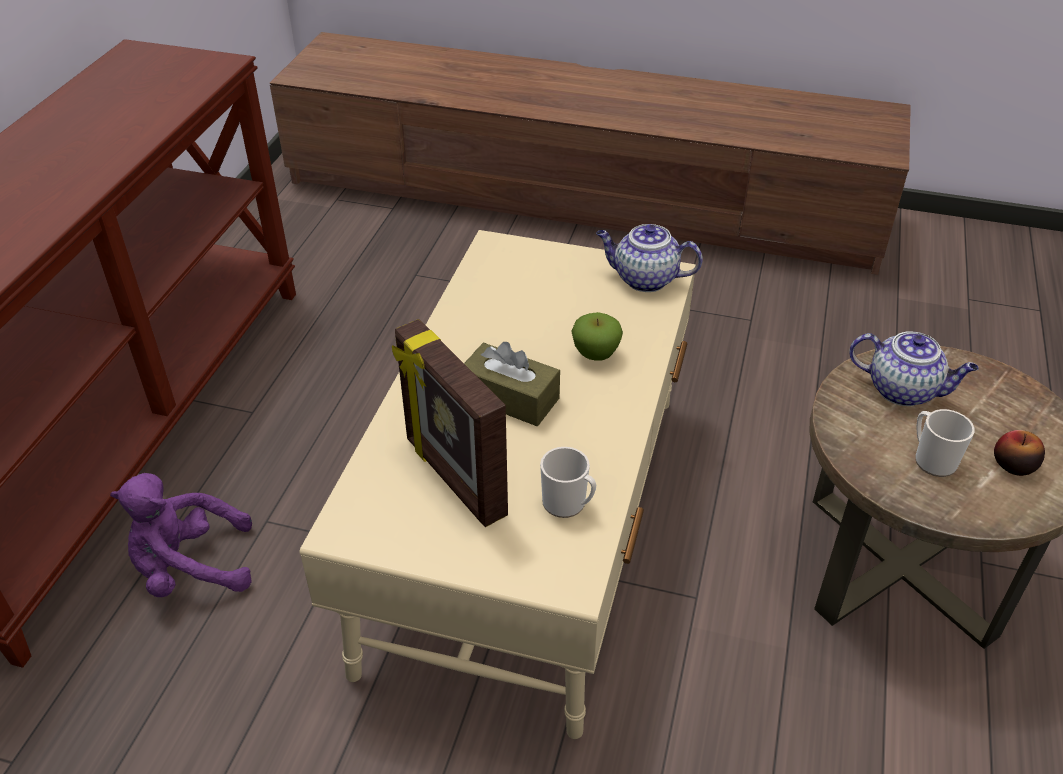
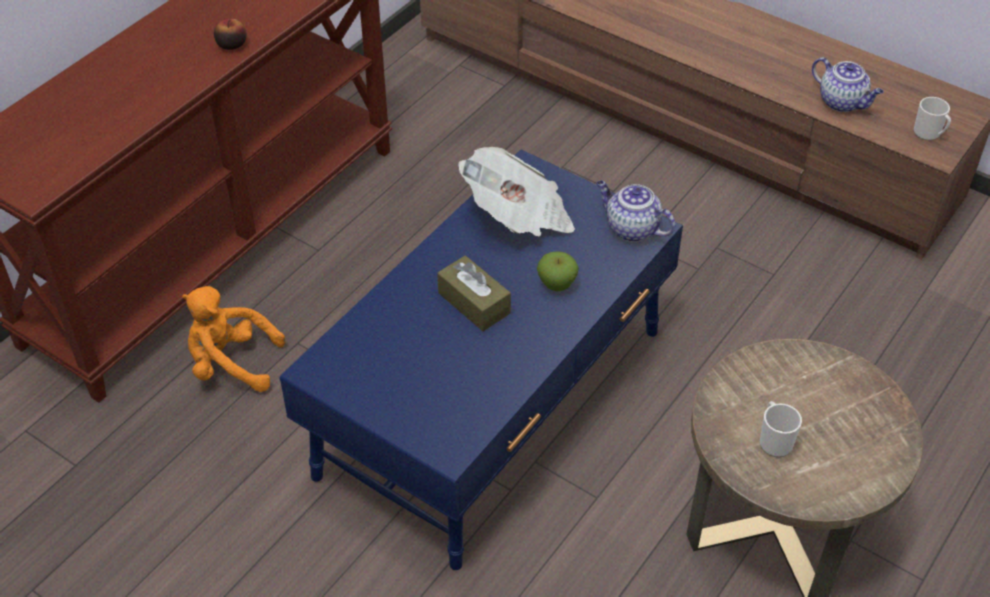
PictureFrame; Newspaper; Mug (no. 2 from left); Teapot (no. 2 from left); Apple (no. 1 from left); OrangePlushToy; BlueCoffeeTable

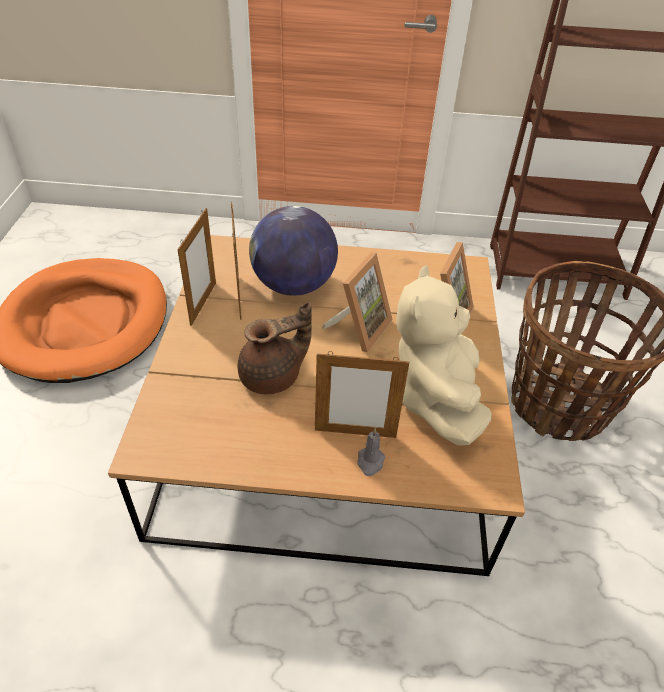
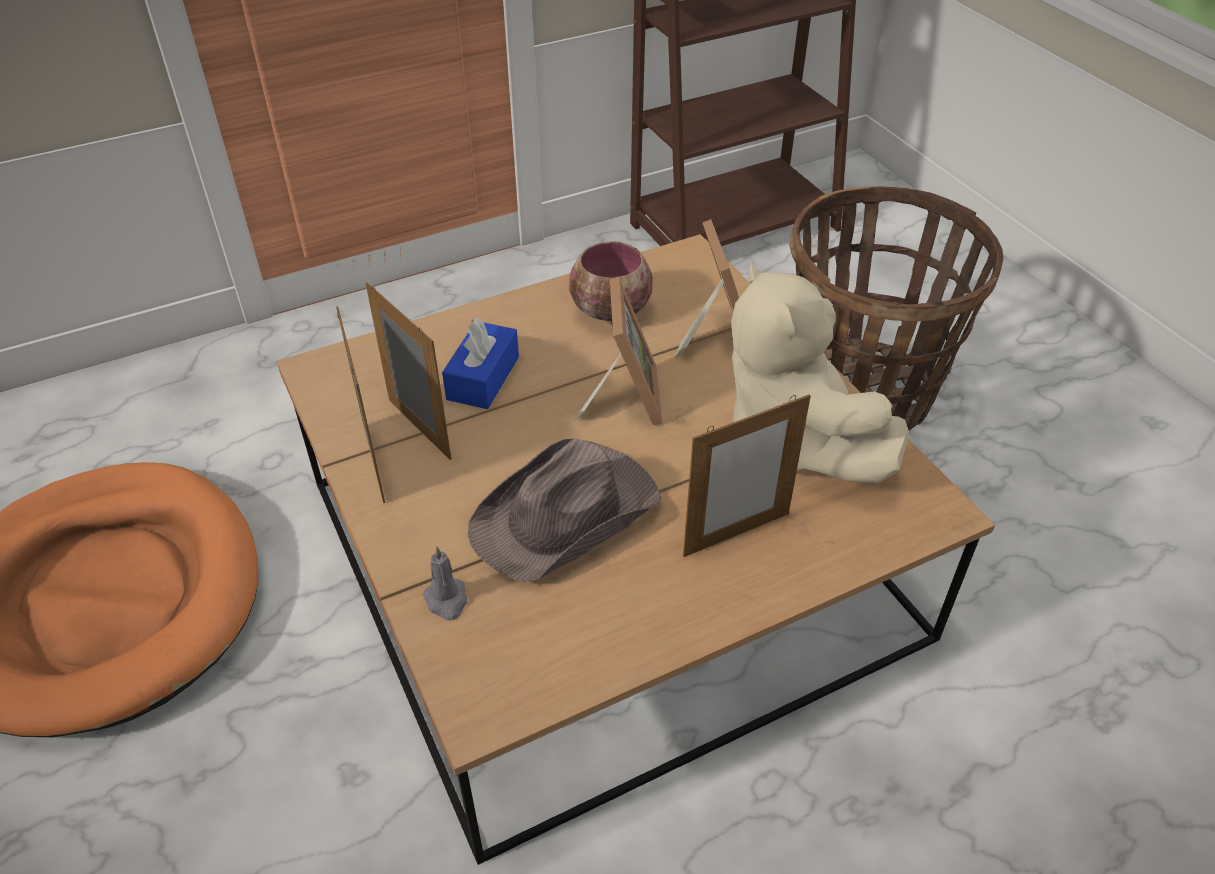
Bowl; GreyCandle; BrownHat; BlueTissueBox

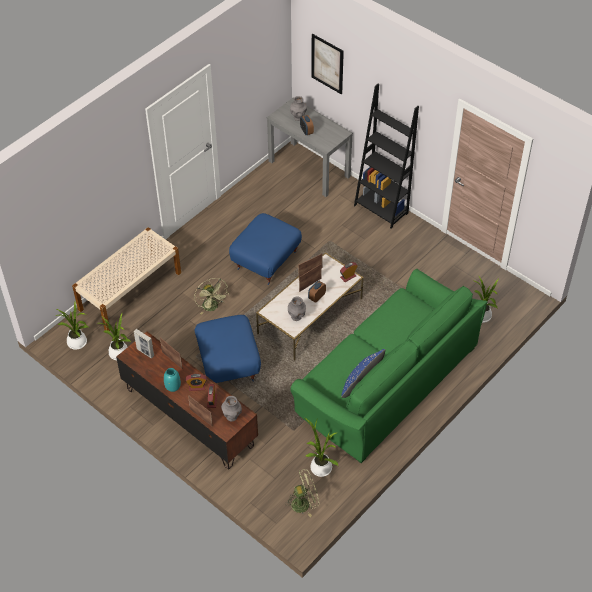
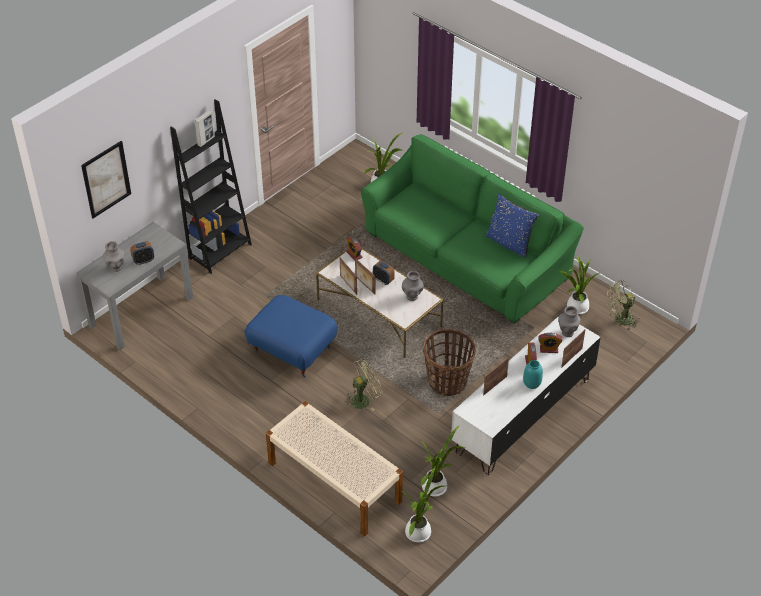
PictureFrame (no. 1 from left); Basket; WhiteTvStand; GreenFan (no. 2 from left)

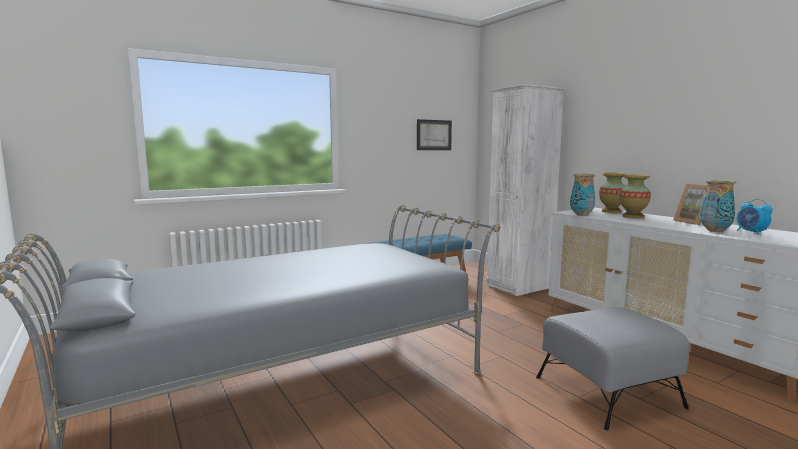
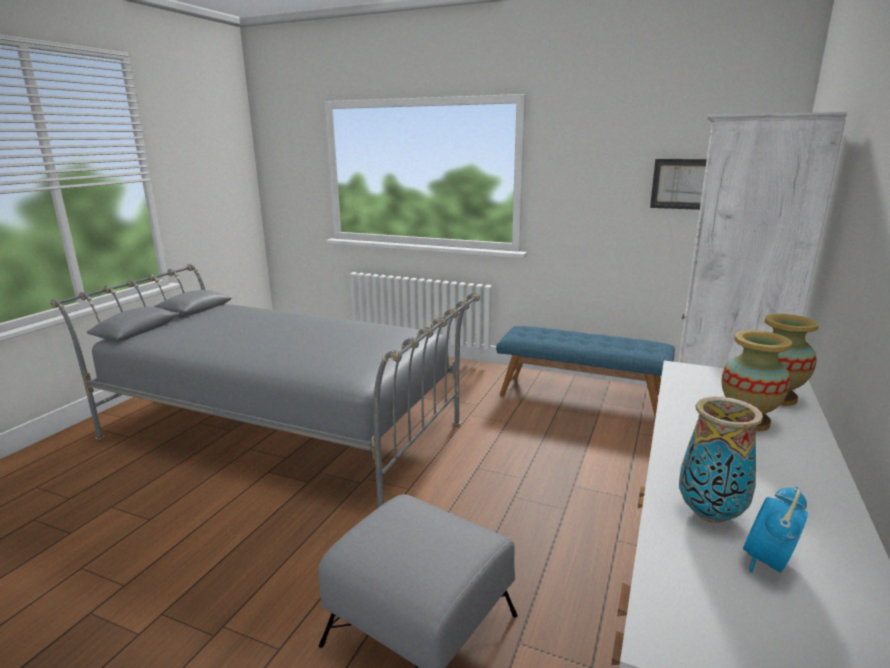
Vase (no. 1 from left in the first image); PictureFrame

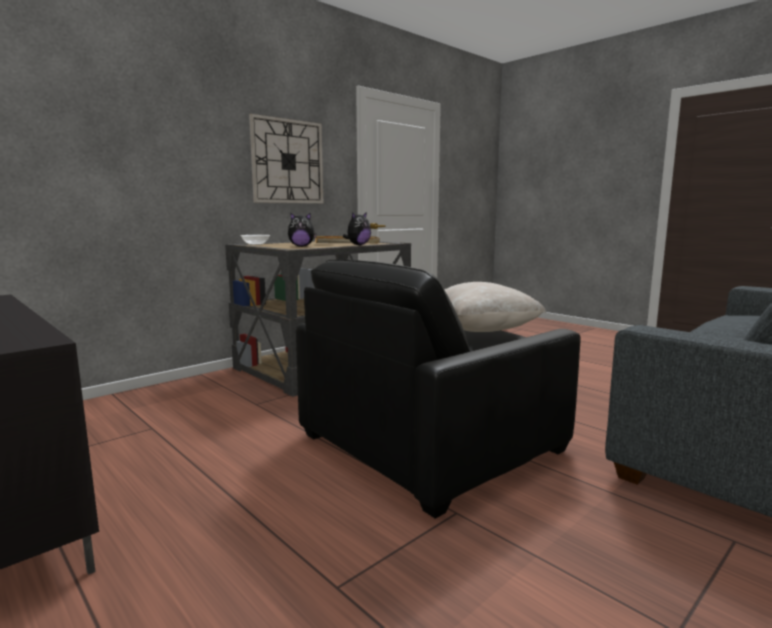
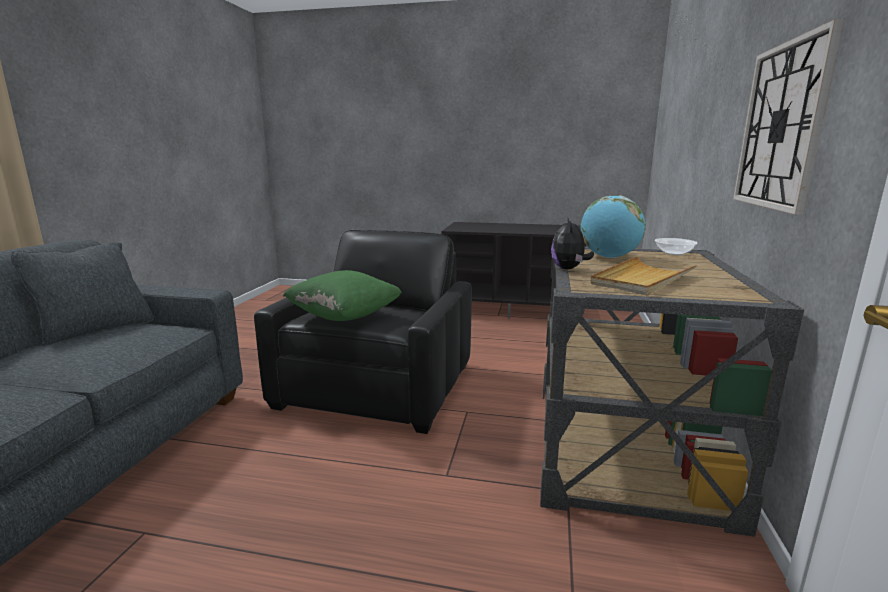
Globe; GreenPillow

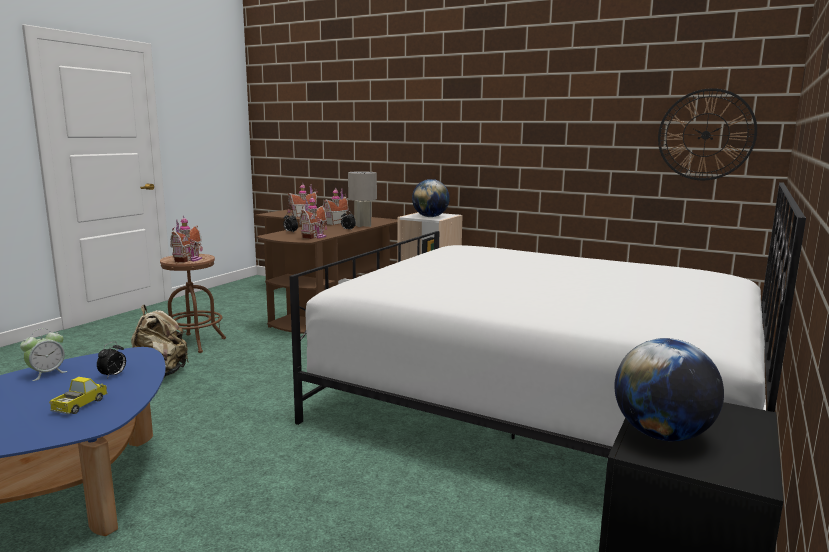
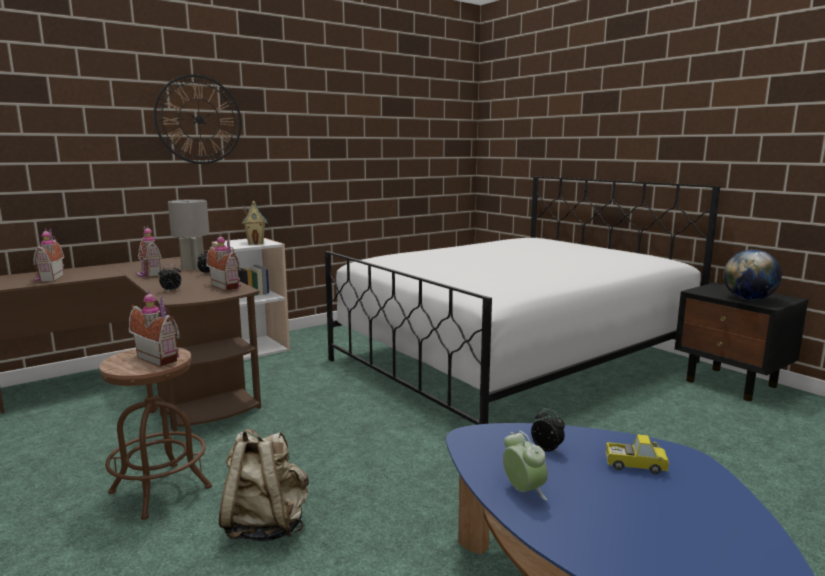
WallClock; ToyHouse (no. 5 from left); ToyTruck

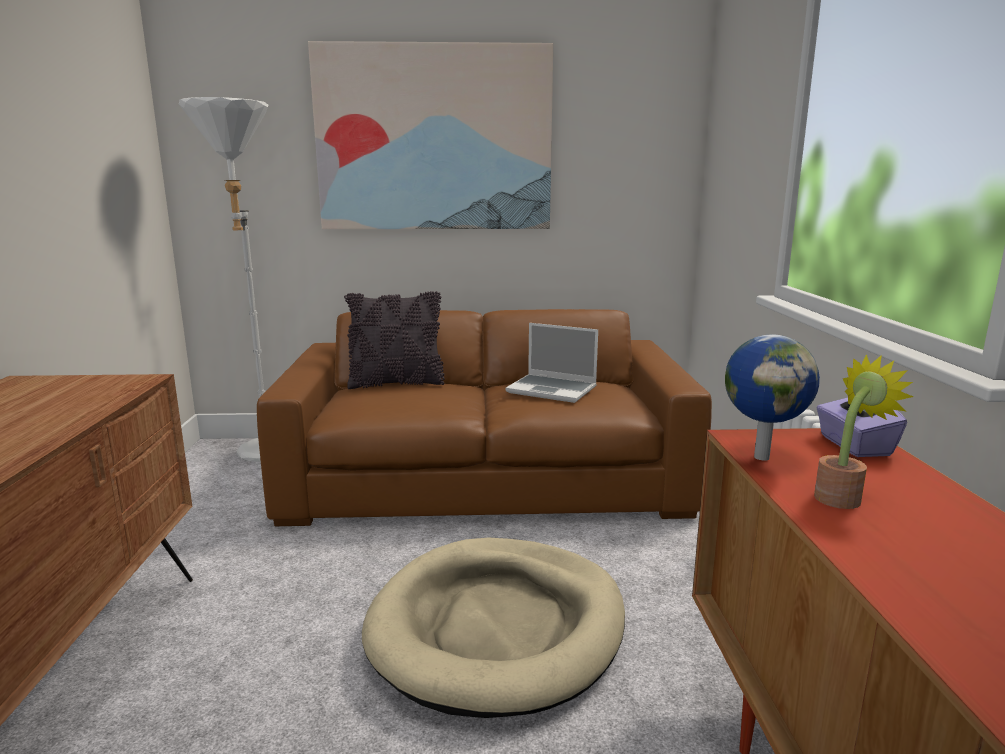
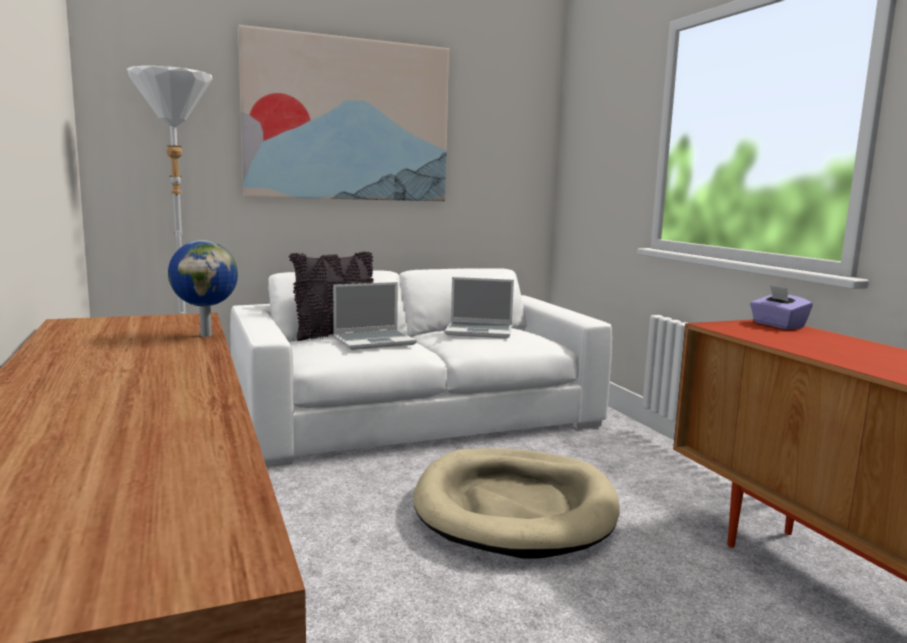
PottedPlant; Laptop (no. 1 from left); Globe; WhiteSofa

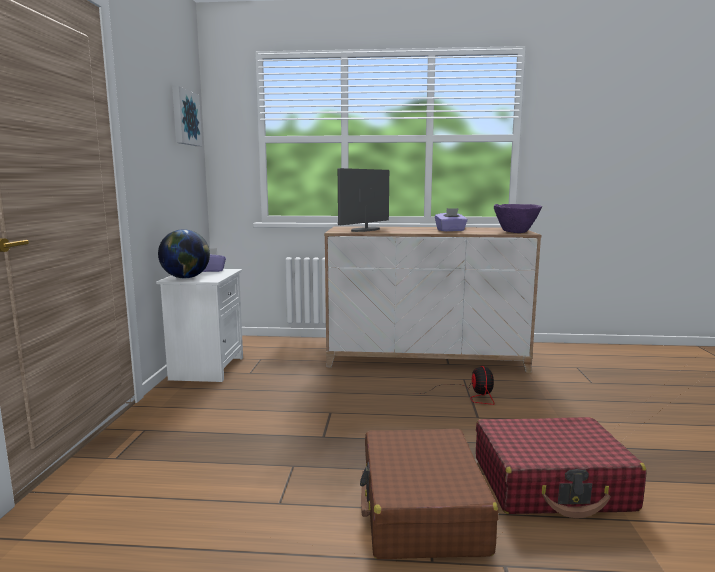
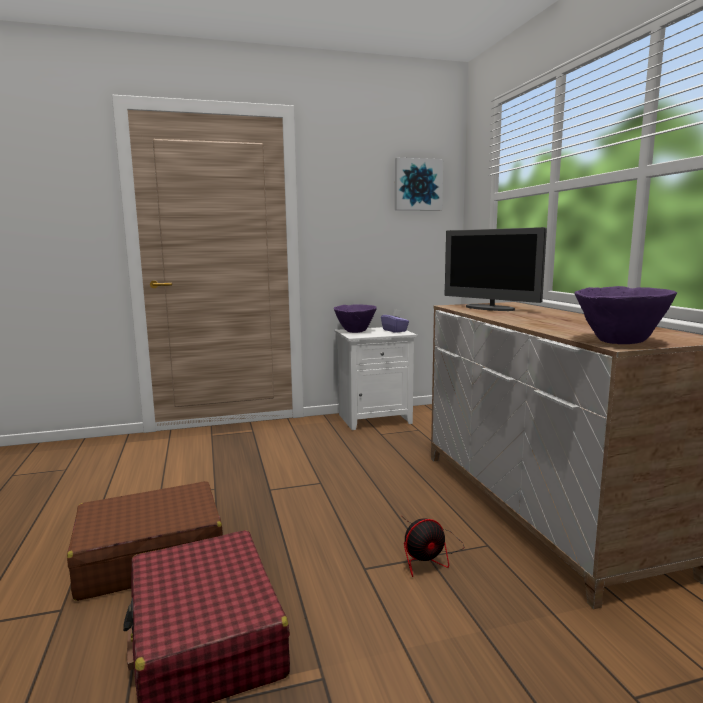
PurpleTissueBox (no. 2 from left in the first image); PurpleBowl (no. 1 from left); Monitor

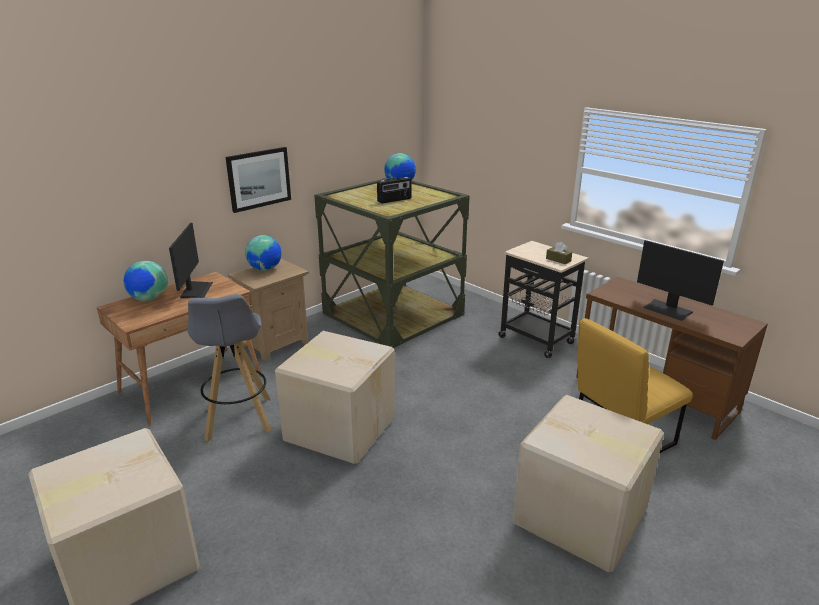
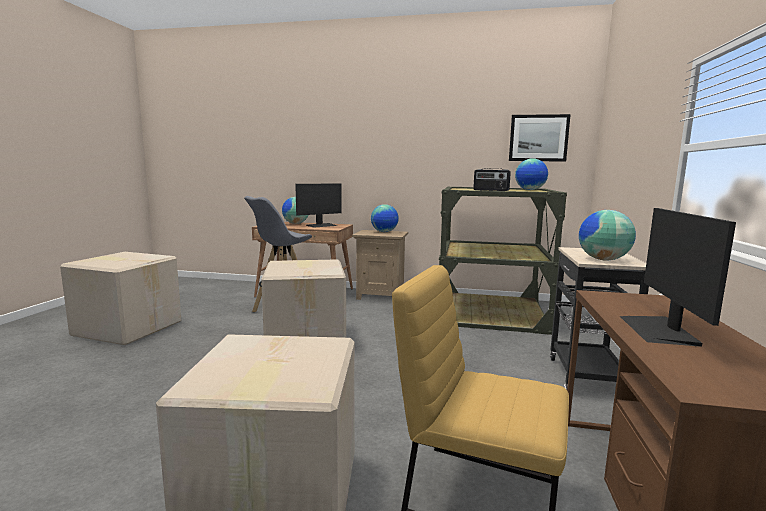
Picture; Globe (no. 4 from left)

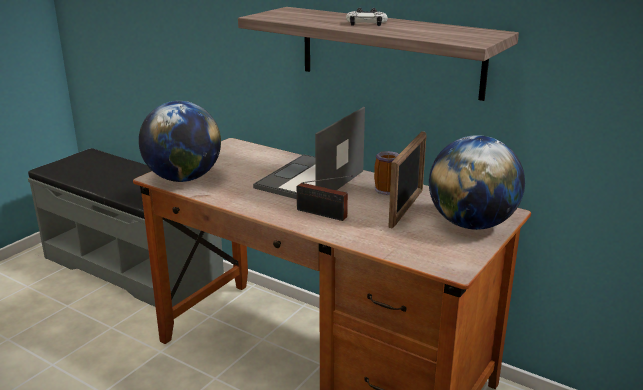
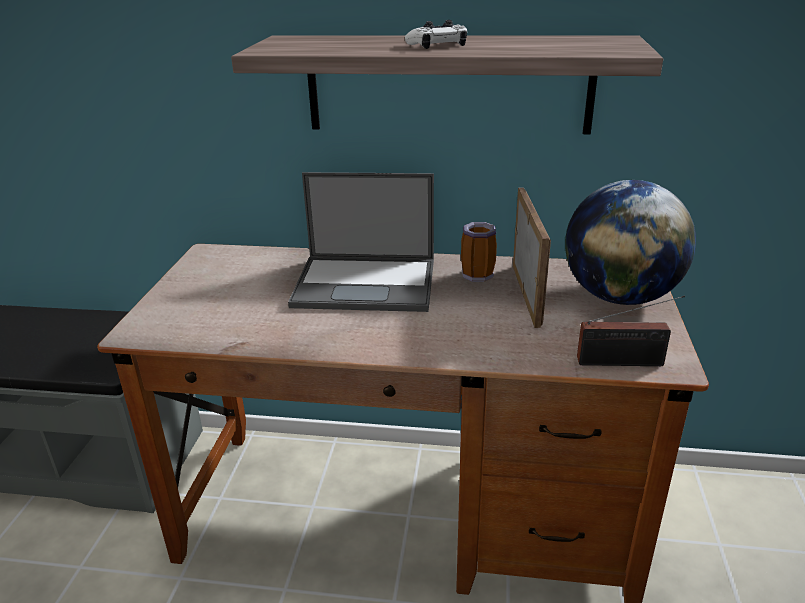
Globe (no. 1 from left in the first image); Radio; Laptop

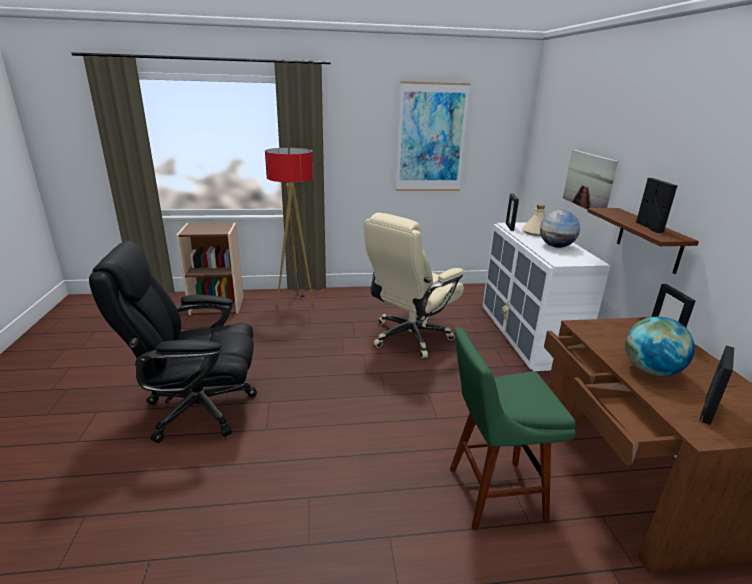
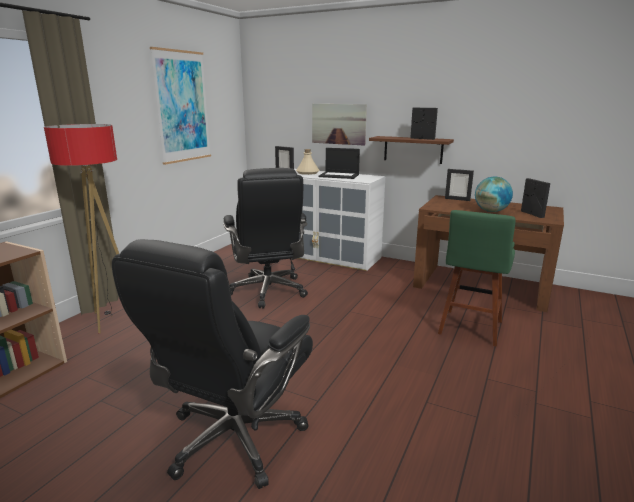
Laptop; BlackOfficeChair (no. 2 from left)

